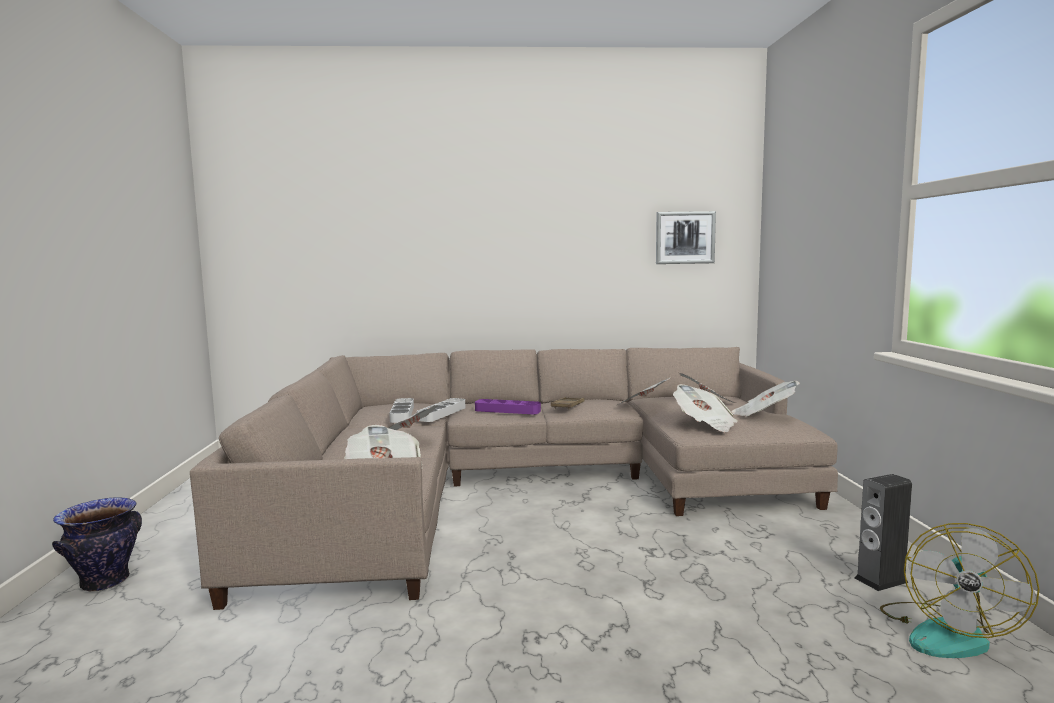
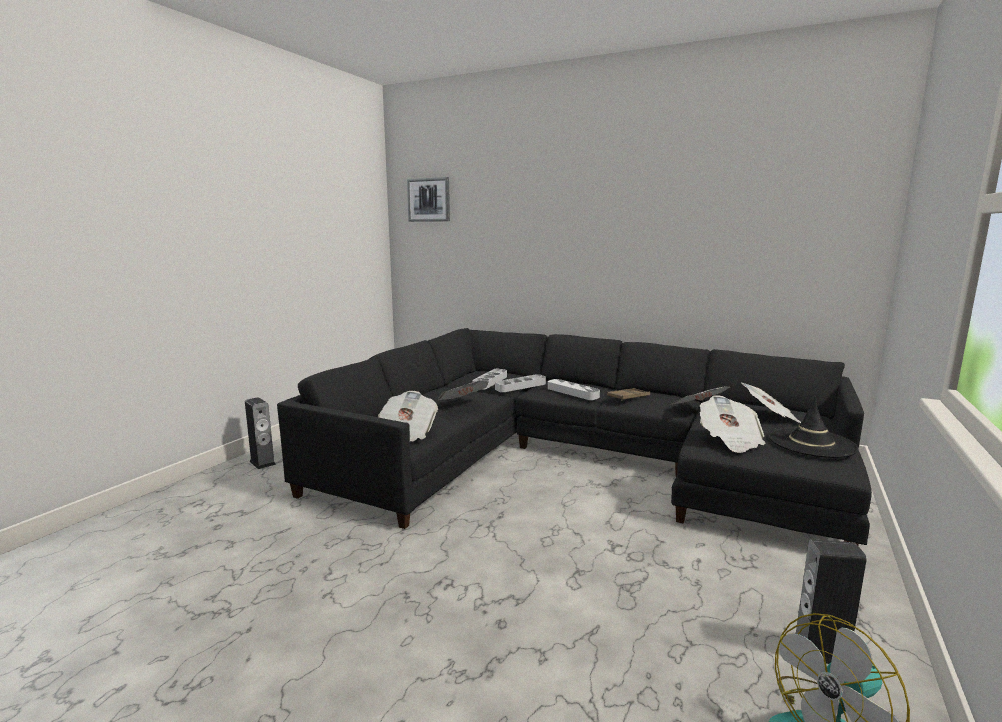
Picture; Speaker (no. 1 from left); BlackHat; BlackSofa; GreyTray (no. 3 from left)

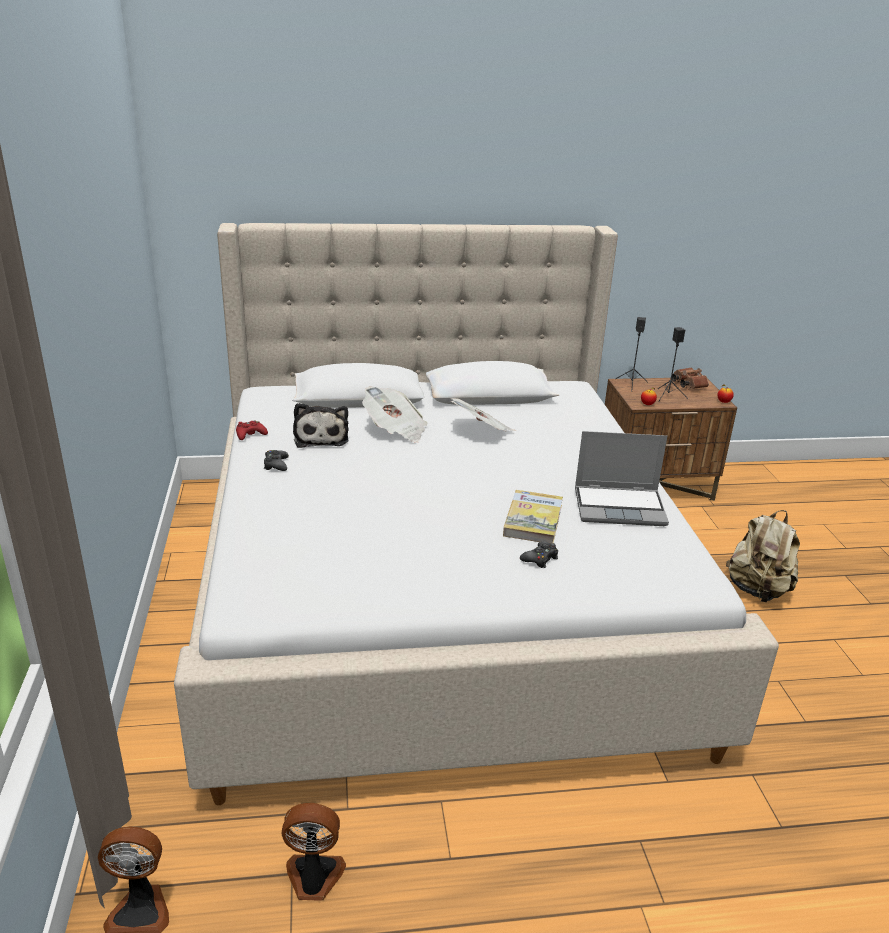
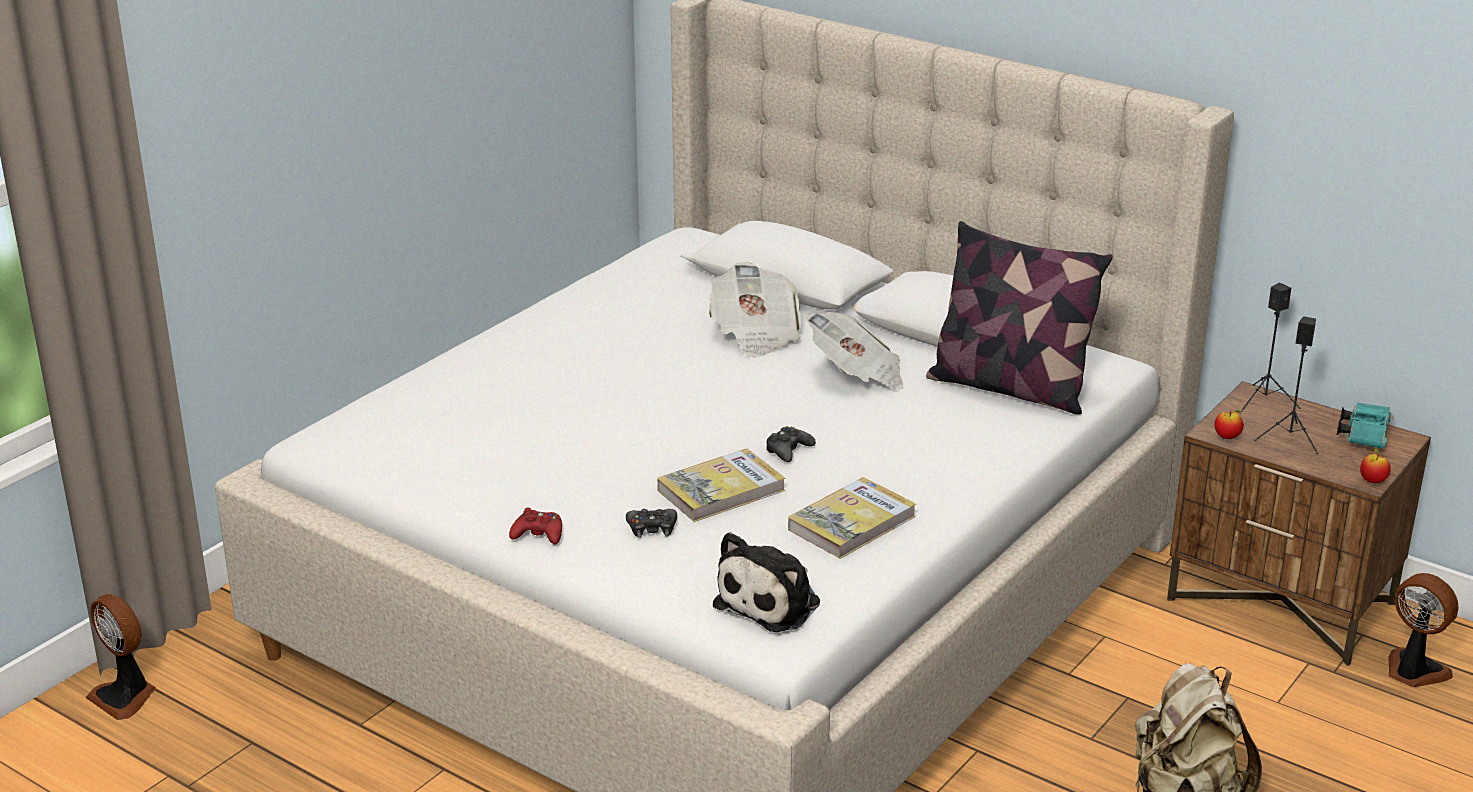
Pillow; RedGameController; BlackGameController (no. 2 from left); Fan (no. 2 from left); PlushToy; Book (no. 2 from left); TurquoiseBinoculars

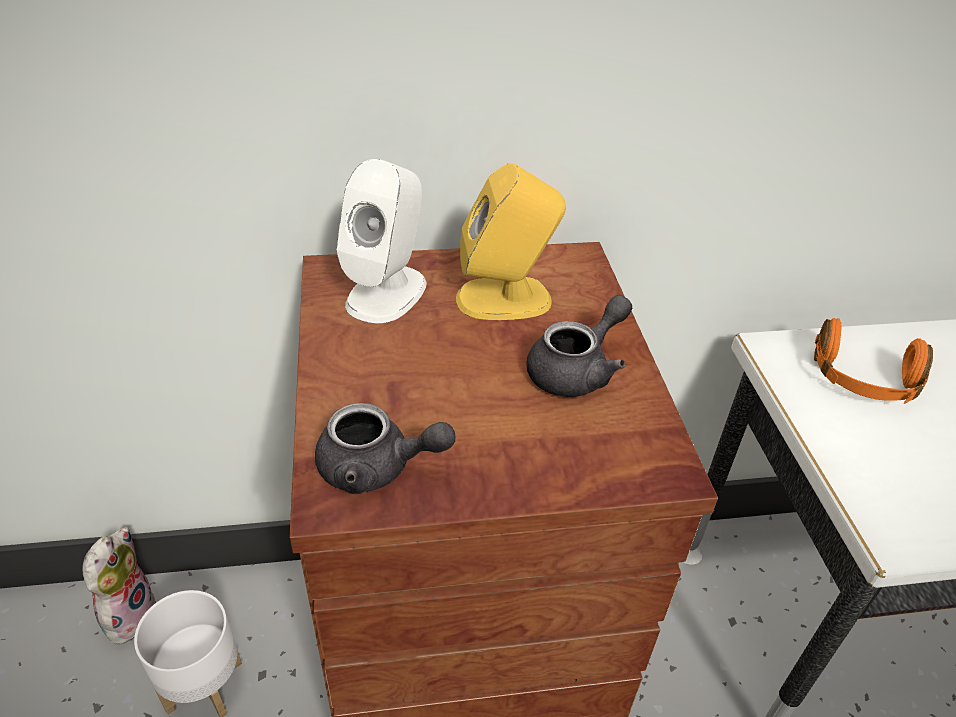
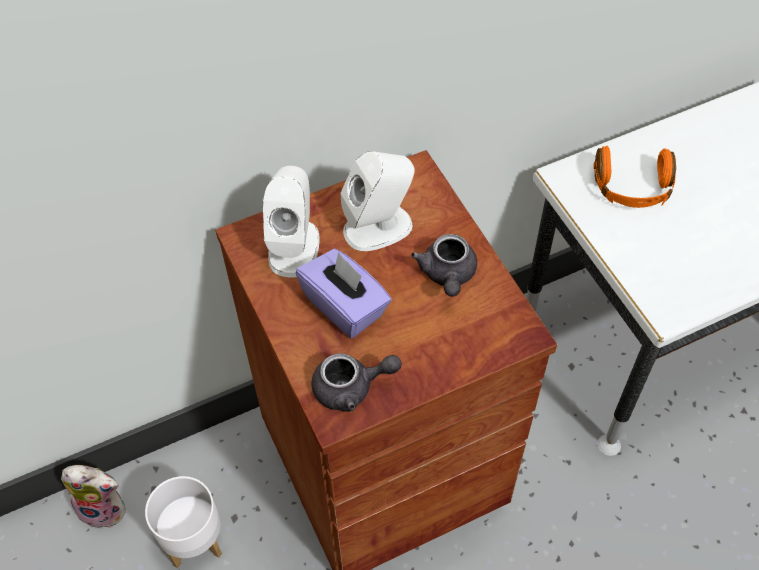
PurpleTissueBox; WhiteSpeaker (no. 2 from left); PlushToy; GreyTeapot (no. 2 from left)

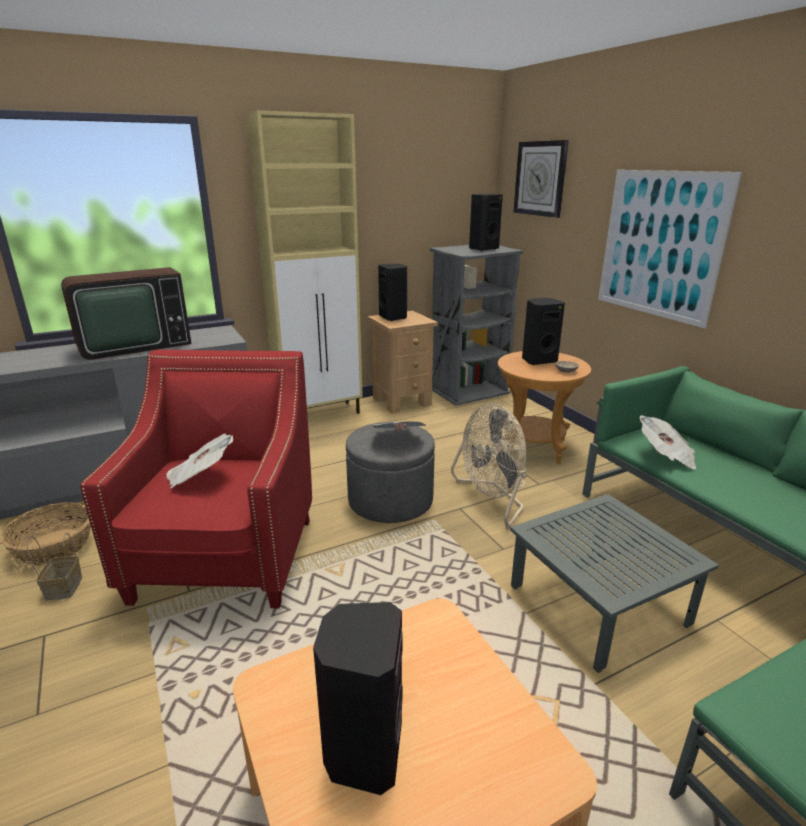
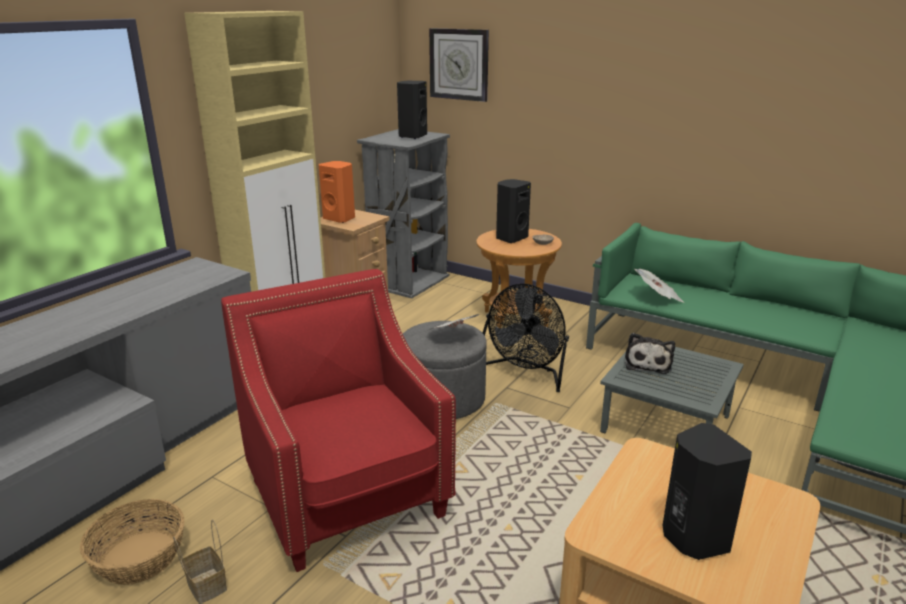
Television; Newspaper (no. 1 from left in the first image); Picture; PlushToy; OrangeSpeaker; BlackFan

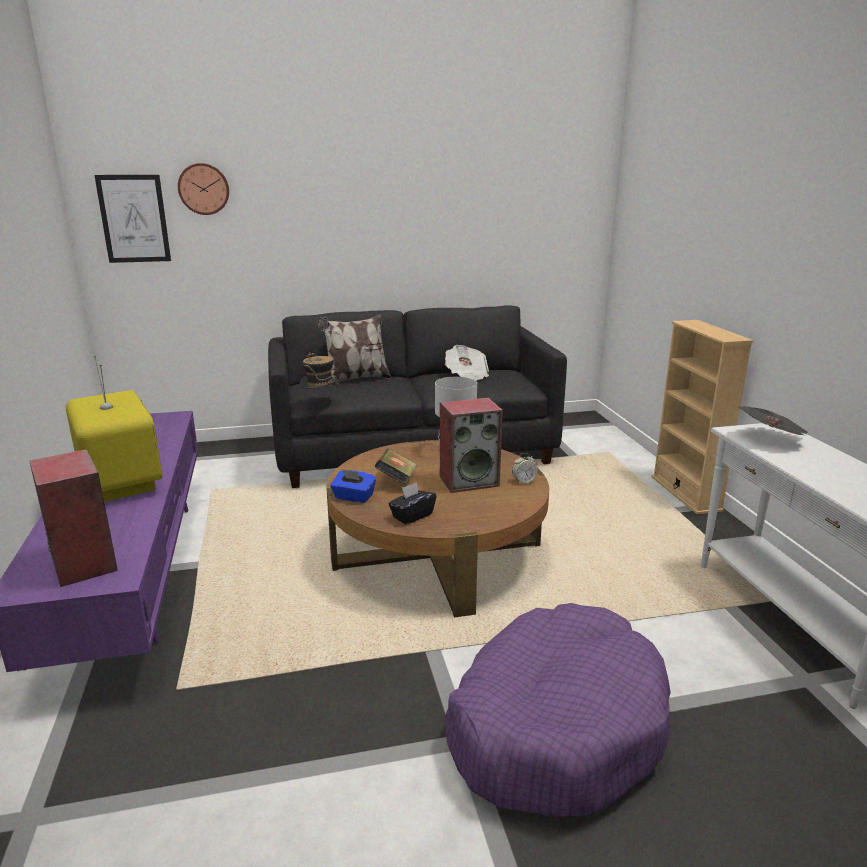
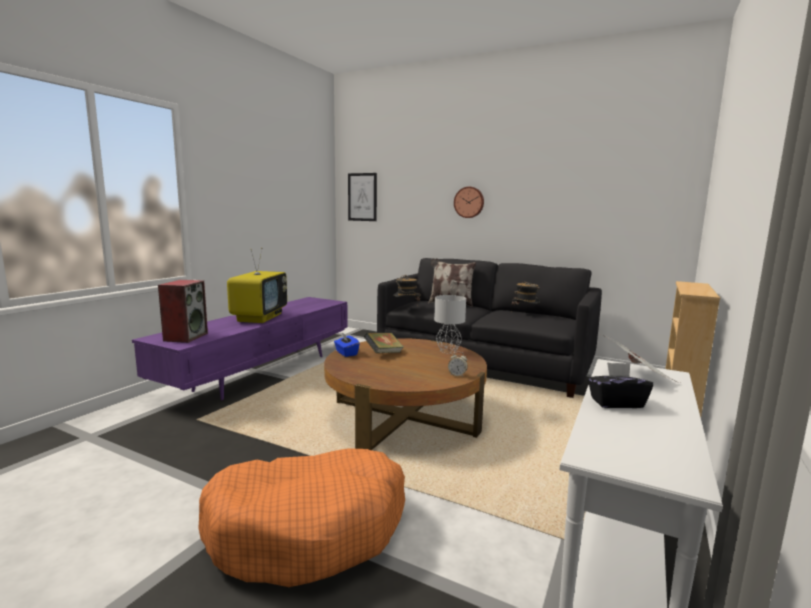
Speaker (no. 2 from left in the first image); WallClock; BlackTissueBox; Hat (no. 2 from left); OrangeDogBed

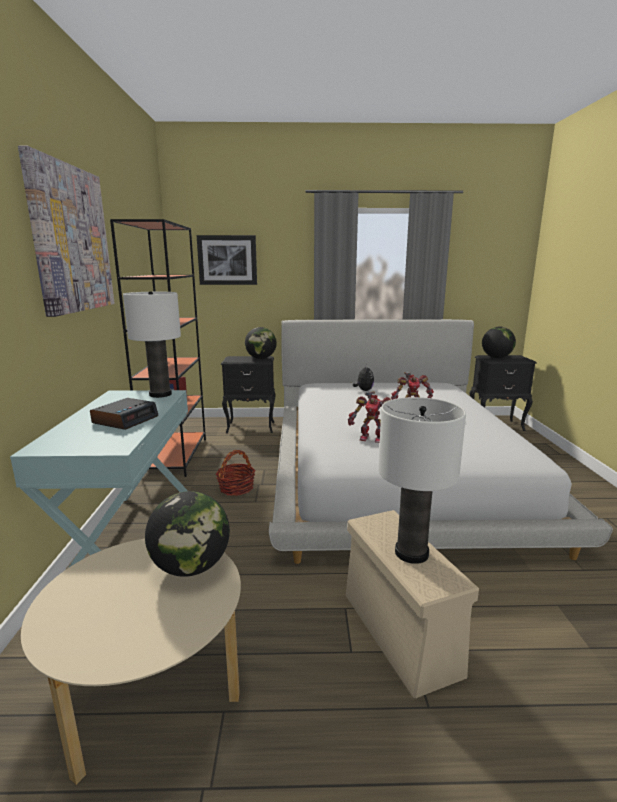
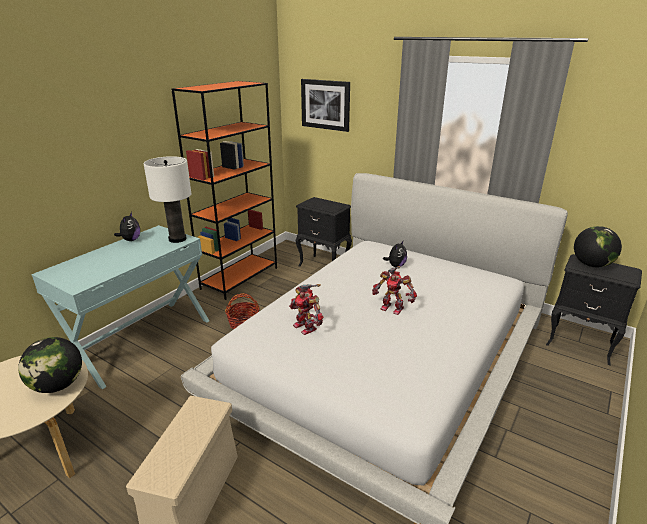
Picture (no. 1 from left in the first image); AlarmClock; Globe (no. 2 from left in the first image); WhiteTableLamp (no. 2 from left in the first image); PlushToy (no. 1 from left)

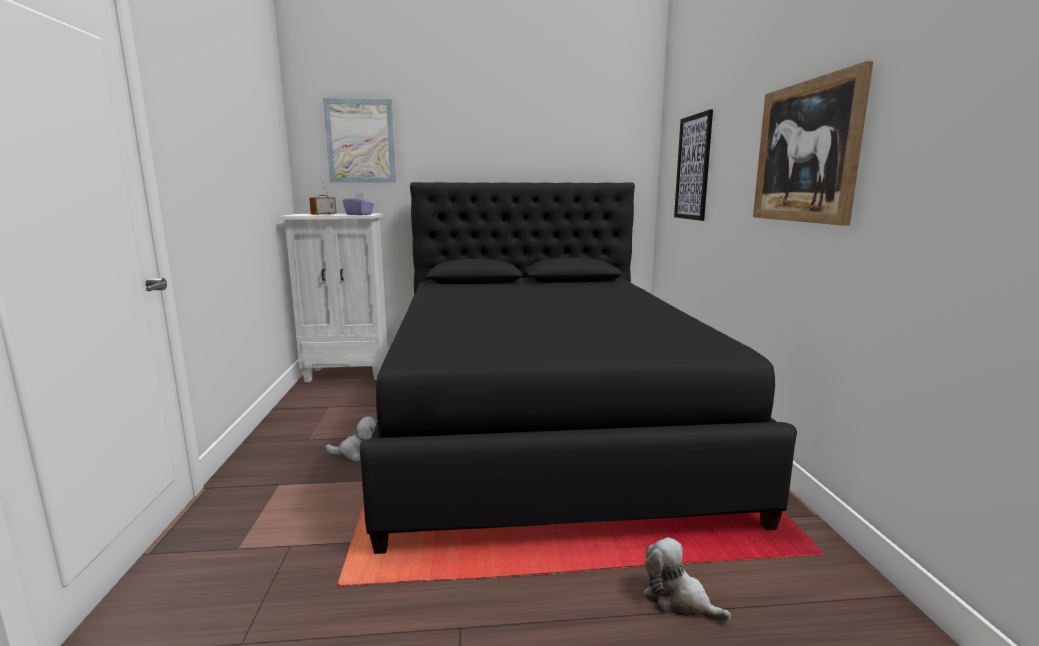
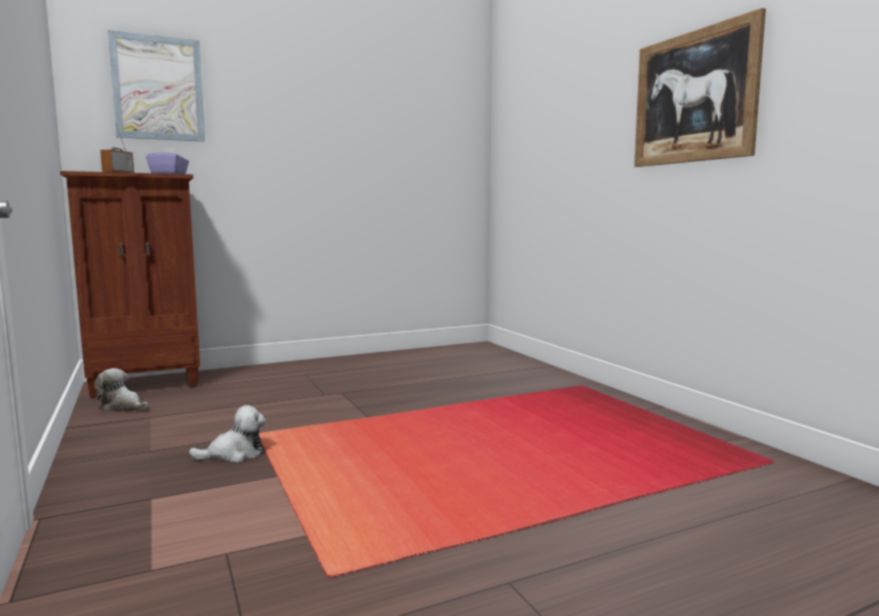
BlackBed; Picture (no. 2 from left in the first image); PlushToy (no. 1 from left); BrownCabinet

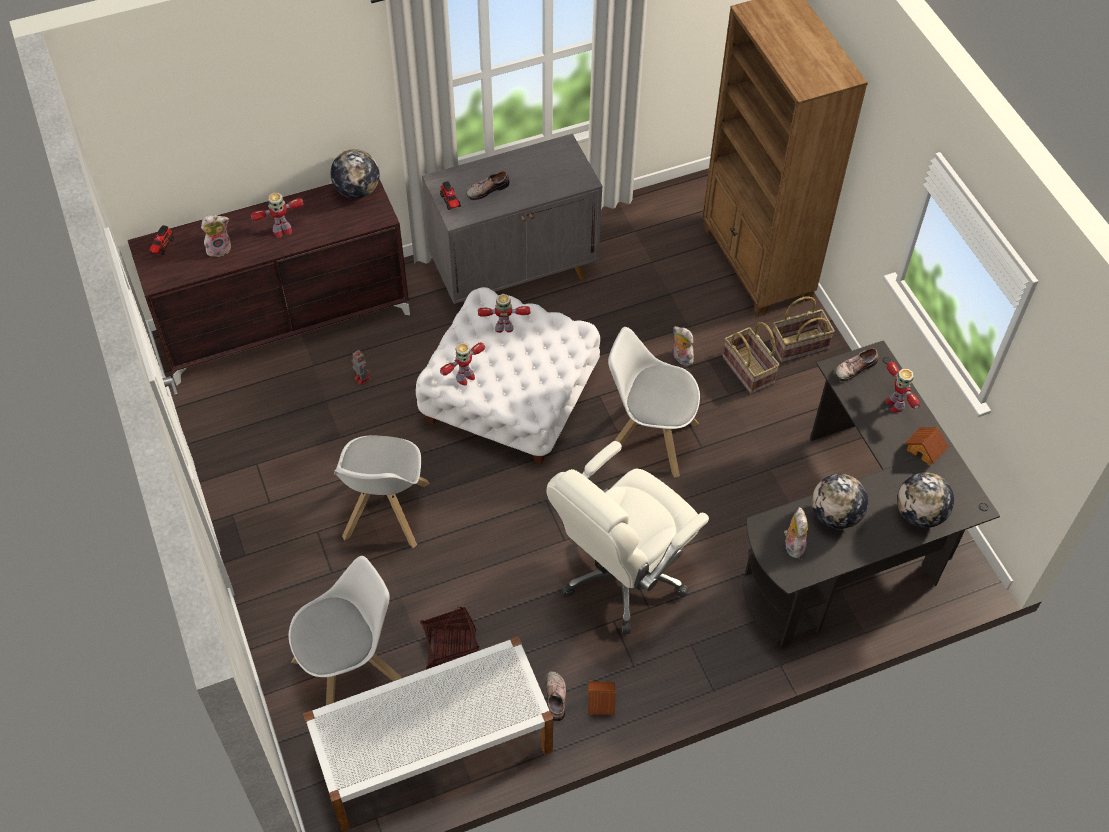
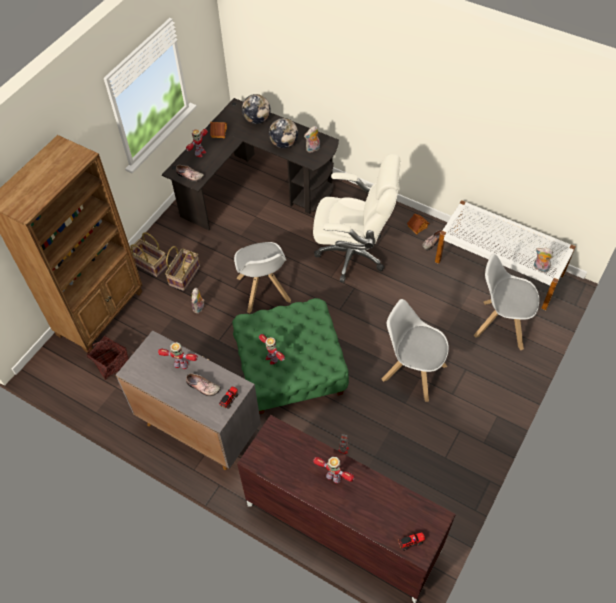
Globe (no. 1 from left in the first image); PlushToy (no. 3 from left); Basket (no. 1 from left); ToyRobot (no. 1 from left); GreenOttoman; Chair (no. 2 from left)

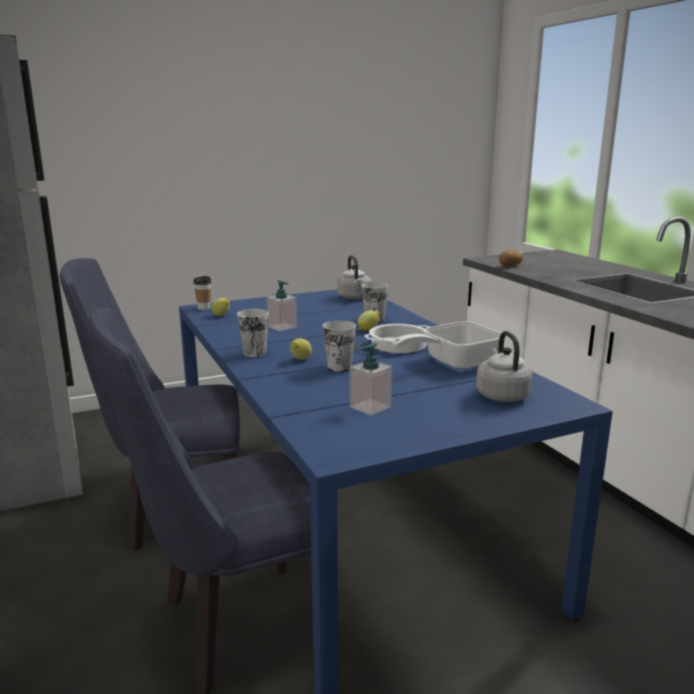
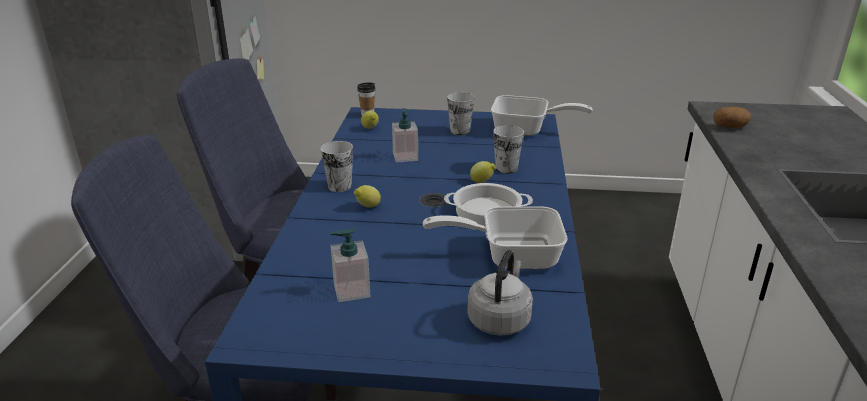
Cup (no. 3 from left); FryingPan (no. 2 from left)

